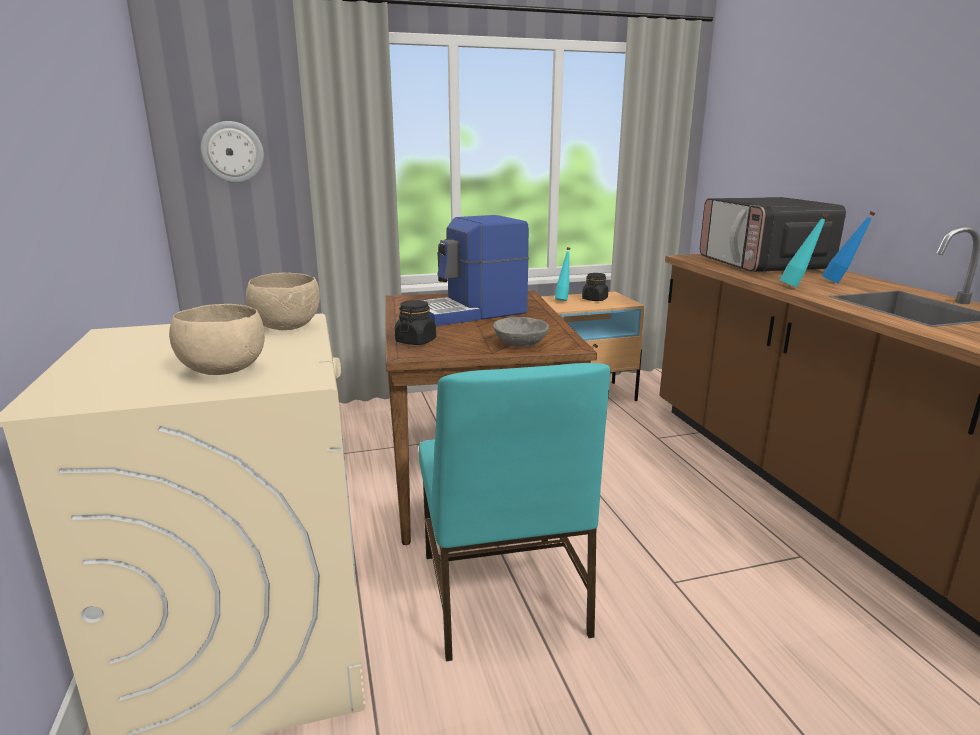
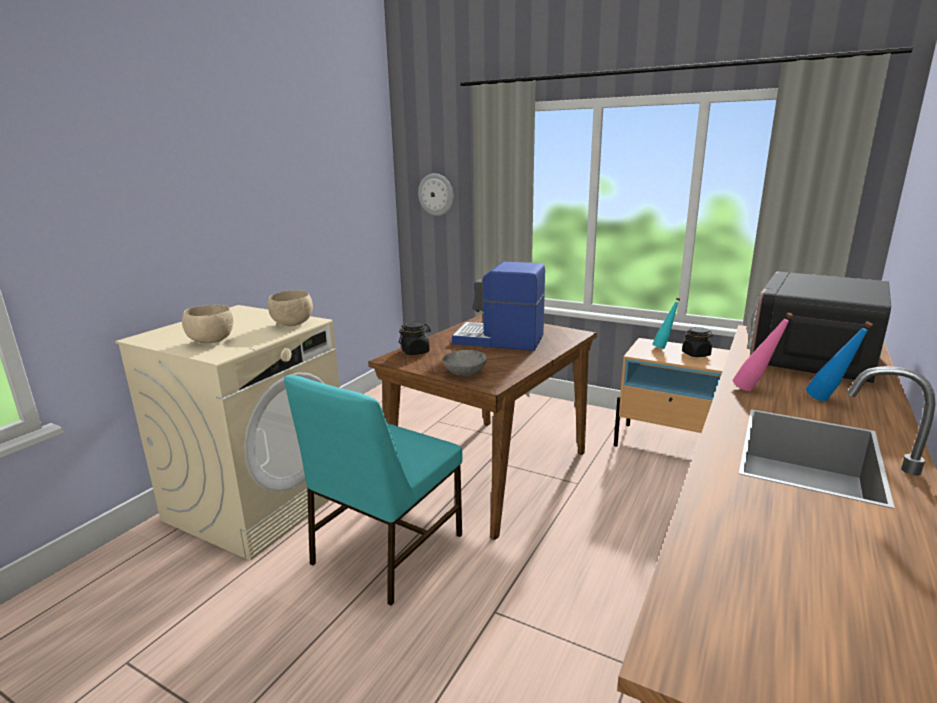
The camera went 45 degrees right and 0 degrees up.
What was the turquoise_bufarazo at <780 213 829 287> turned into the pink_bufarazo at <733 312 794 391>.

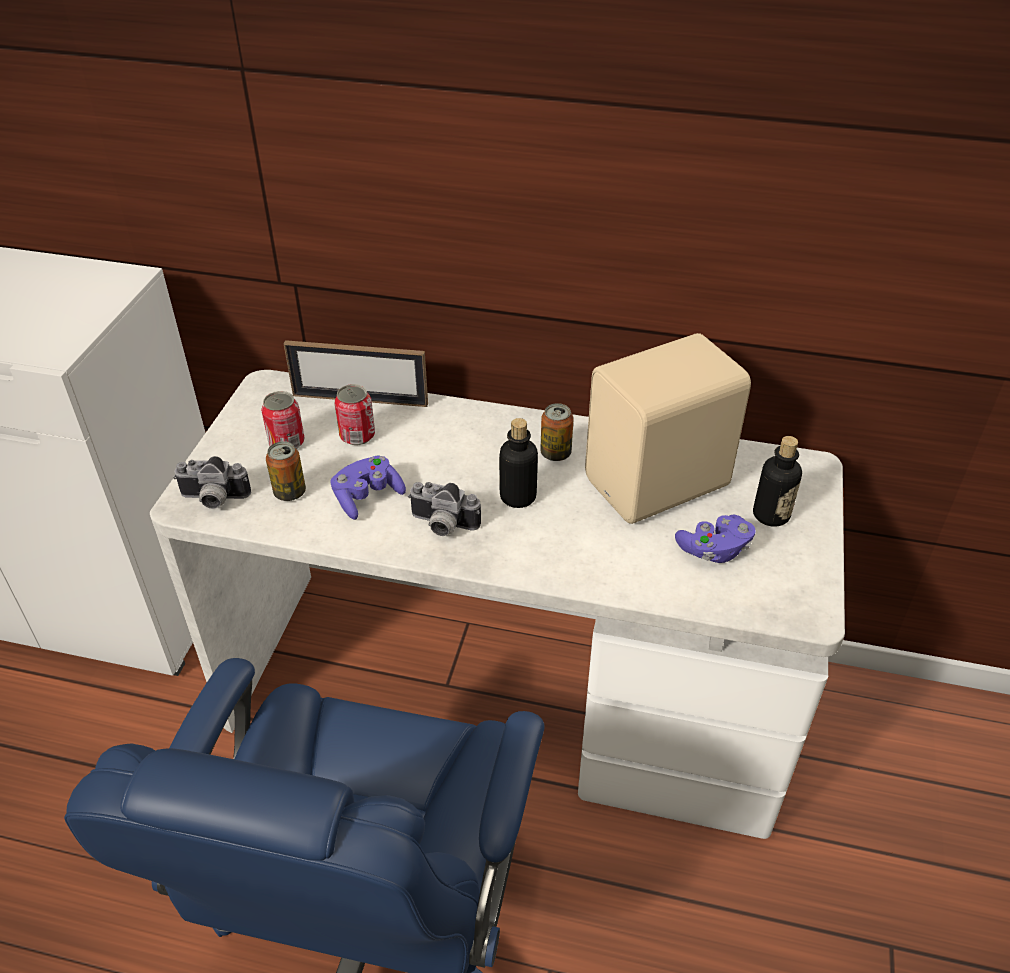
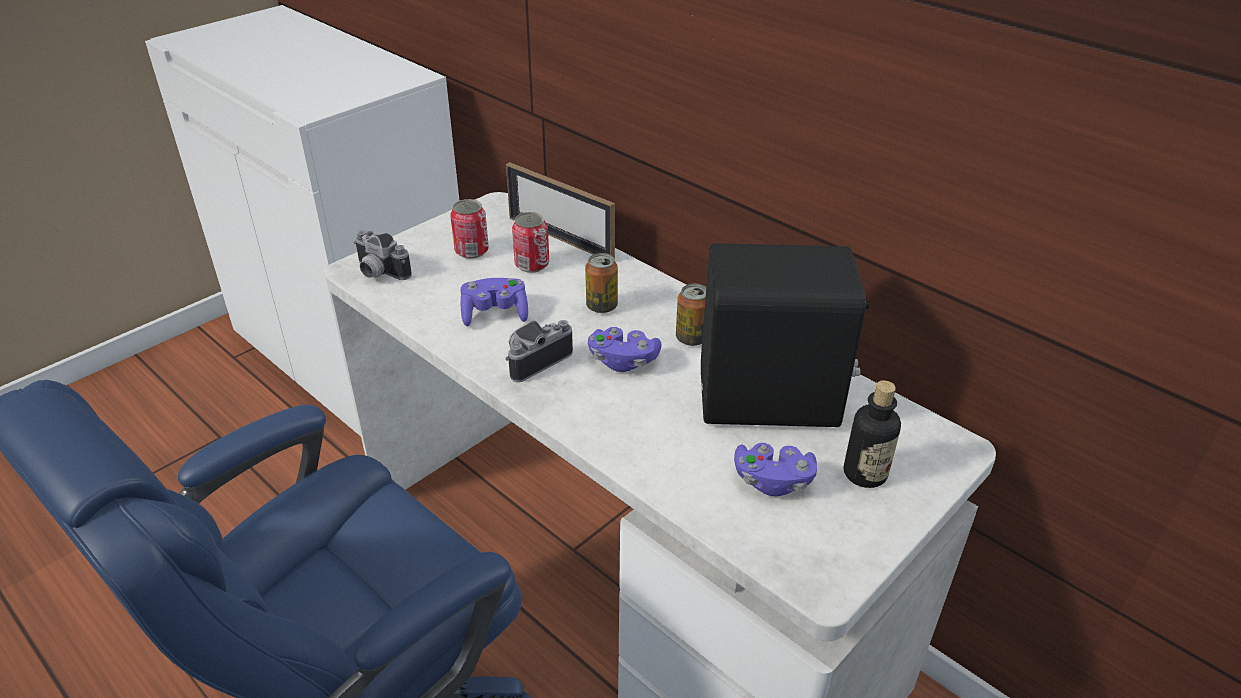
The camera went 30 degrees right and 5 degrees down.
The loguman at <408 482 481 536> ended up facing another way, 90 degrees clockwise from before.
The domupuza ended up elsewhere, having gone from <266 441 306 501> to <585 253 618 313>.
Where the bufarazo stood at <499 418 538 508>, the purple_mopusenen came to stand at <588 327 661 372>.
What was the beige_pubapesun at <585 333 751 524> turned into the black_pubapesun at <701 243 869 427>.

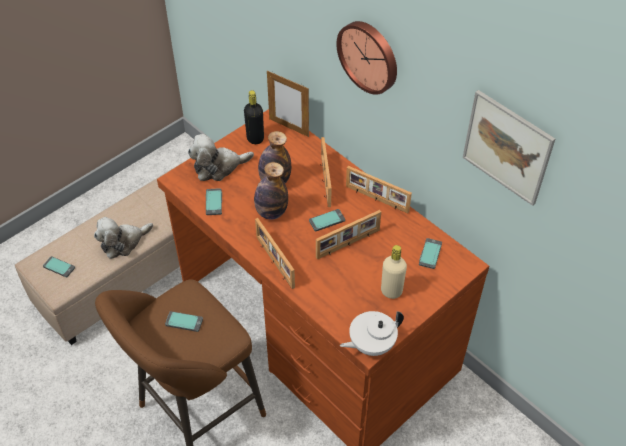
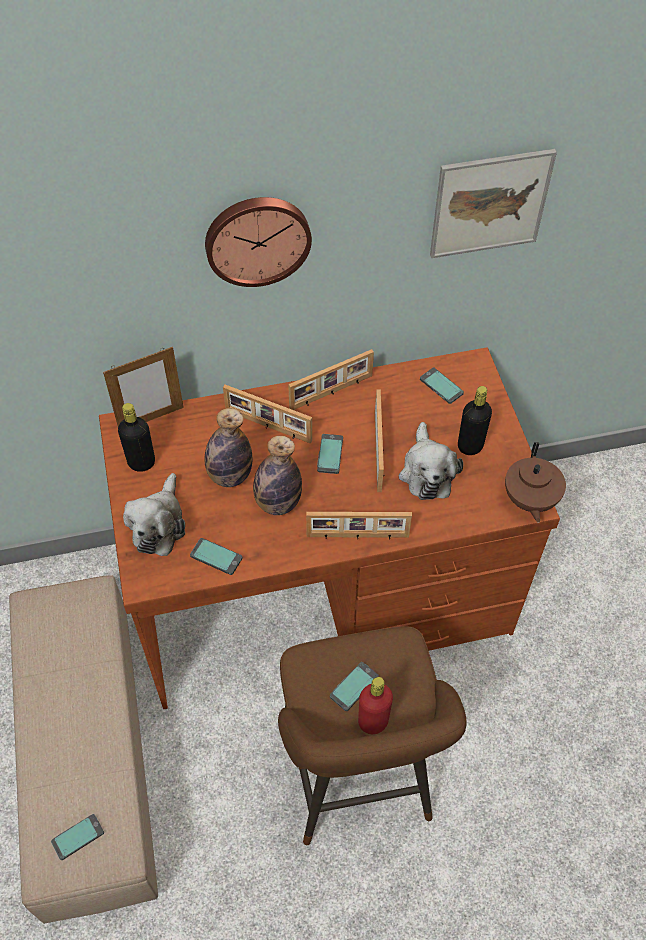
The camera went 60 degrees left and 5 degrees up.
The second view gained the red_bufarazo at <358 677 393 734>.
The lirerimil ended up elsewhere, having gone from <94 217 153 259> to <399 422 463 500>.
What was the beige_bufarazo at <381 245 407 299> turned into the black_bufarazo at <458 386 492 455>.
What was the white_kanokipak at <340 311 404 356> turned into the brown_kanokipak at <505 442 566 523>.

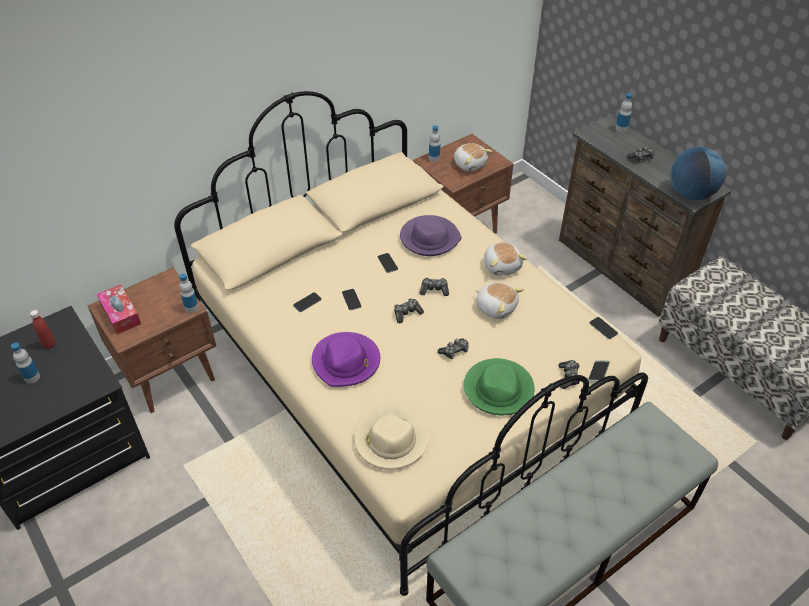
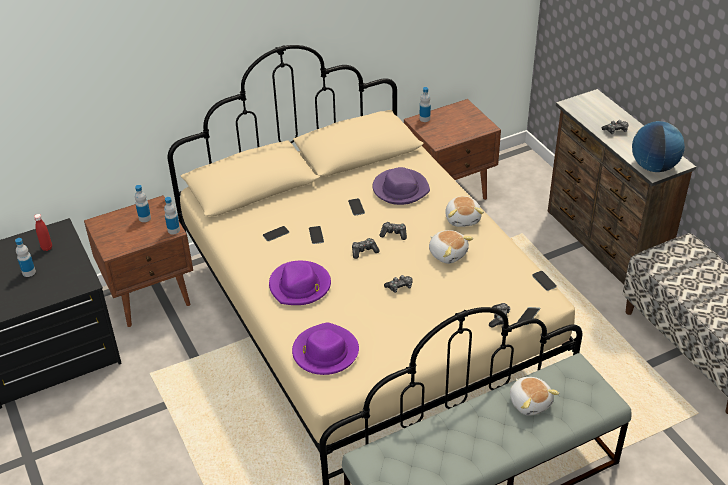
The camera went 10 degrees right and 5 degrees down.
The bufarazo ended up elsewhere, having gone from <615 93 632 132> to <135 185 151 222>.
What was the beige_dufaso at <354 404 429 470> turned into the purple_dufaso at <292 322 359 375>.
The lirerimil ended up elsewhere, having gone from <454 143 492 172> to <510 377 559 416>.
The second view lost the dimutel at <97 284 141 334>.
The second view lost the green_dufaso at <464 358 535 415>.

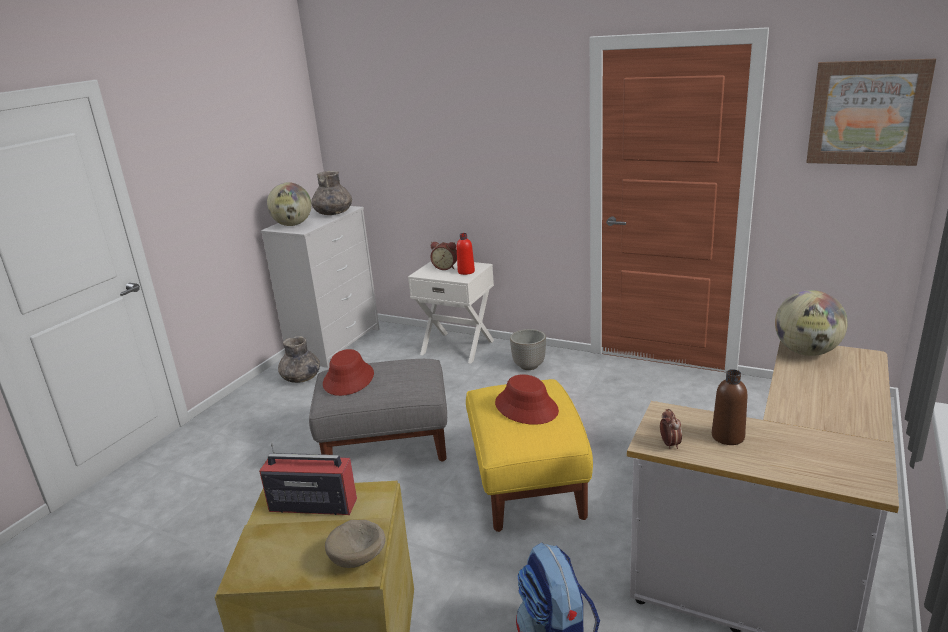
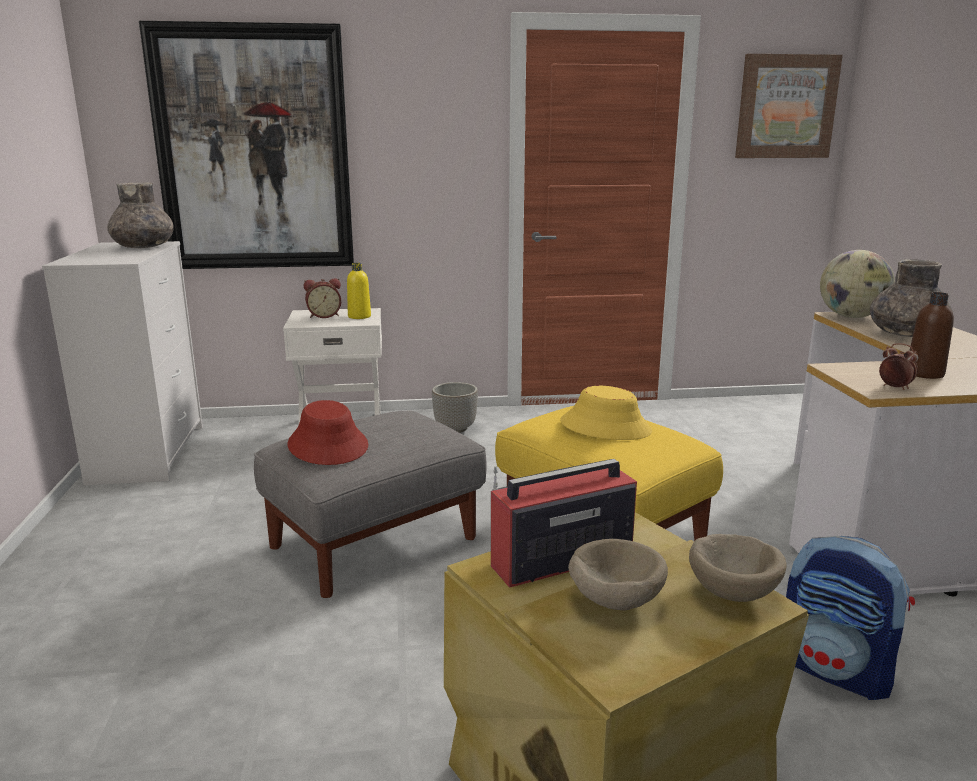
The camera went 35 degrees left and 5 degrees down.
The second view gained the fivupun at <139 21 354 269>.
What was the red_bufarazo at <457 233 475 275> turned into the yellow_bufarazo at <347 263 371 319>.
What was the red_dufaso at <495 374 559 425> turned into the yellow_dufaso at <560 386 652 440>.
The second view gained the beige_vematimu at <568 539 668 611>.
The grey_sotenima ended up elsewhere, having gone from <278 336 320 383> to <870 259 953 337>.
The second view lost the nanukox at <267 182 311 226>.

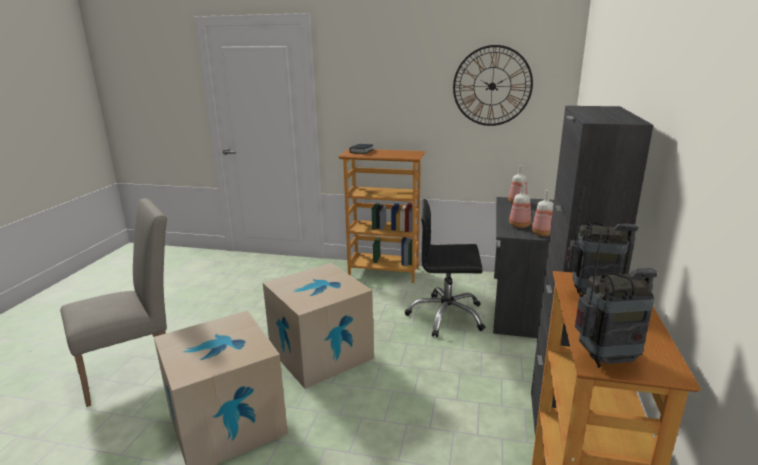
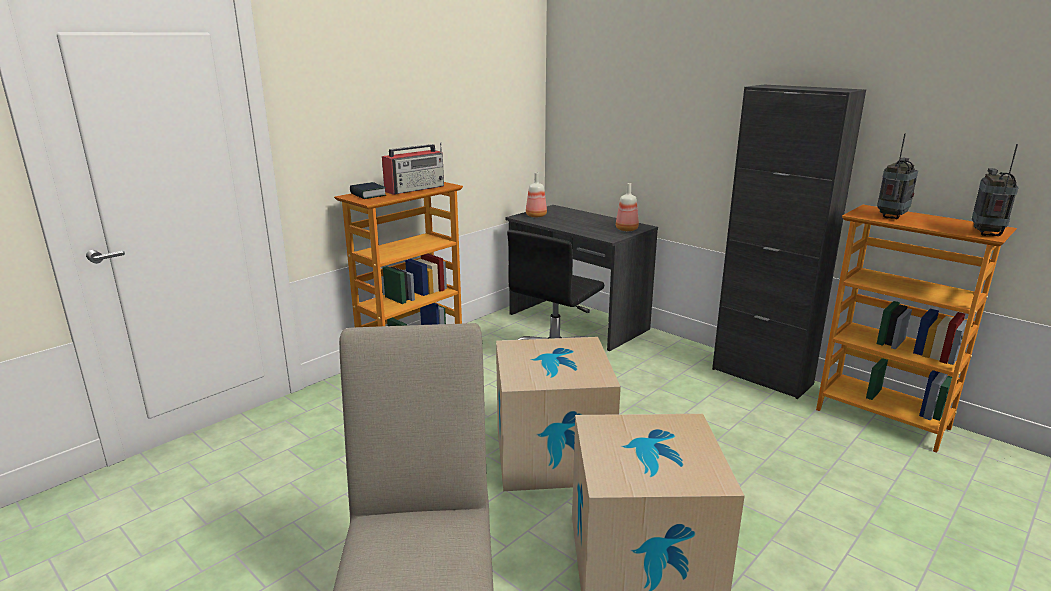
The camera went 60 degrees left and 0 degrees up.
The second view gained the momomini at <382 142 444 195>.
The second view lost the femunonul at <453 45 533 126>.
The second view lost the bufarazo at <509 184 531 228>.

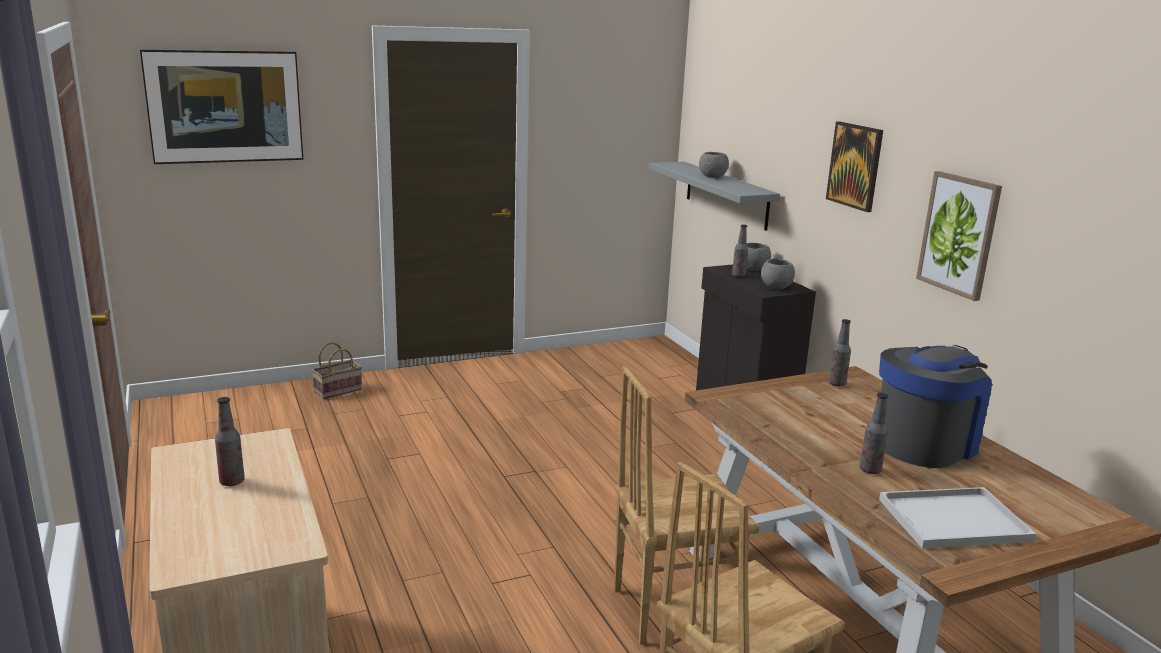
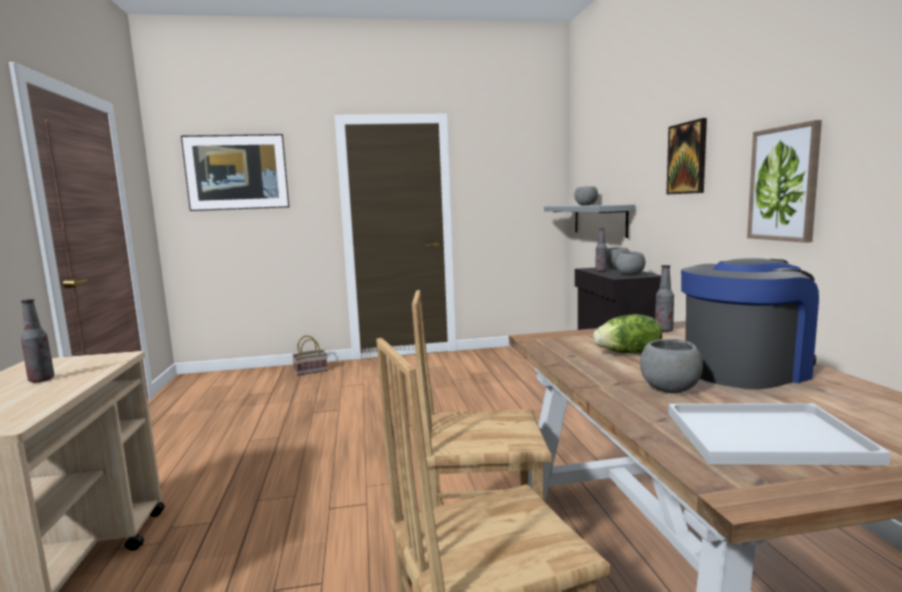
The camera went 15 degrees right and 10 degrees down.
The second view gained the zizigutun at <593 314 662 354>.
Where the bufarazo stood at <859 393 888 474>, the grey_vematimu came to stand at <640 339 703 394>.

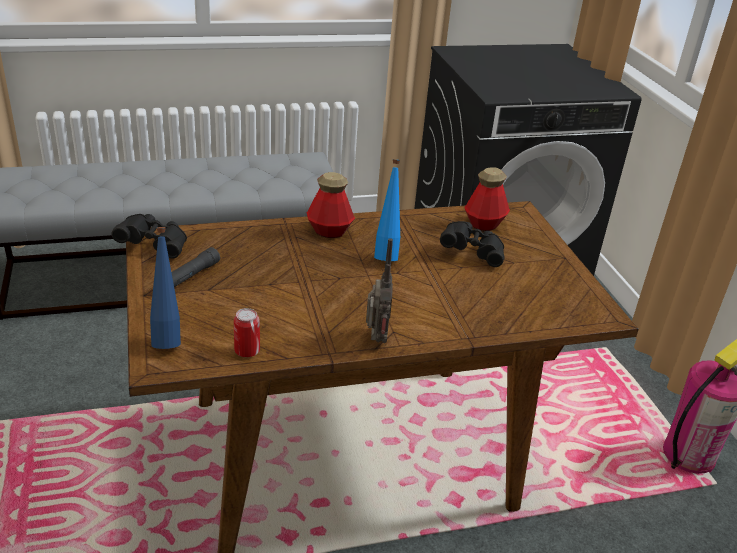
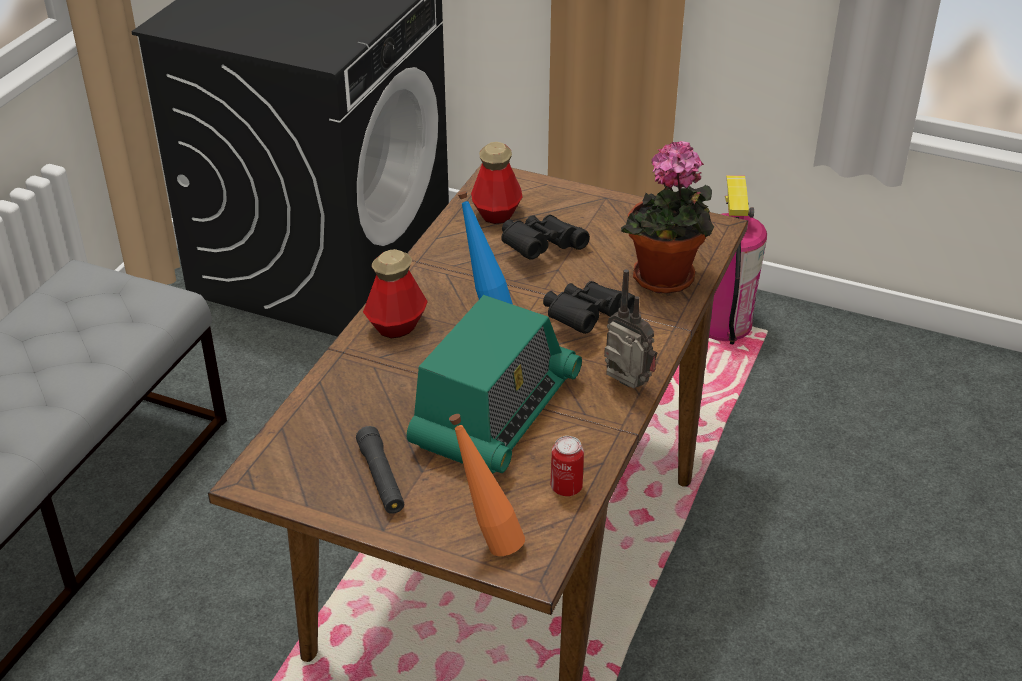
The camera went 50 degrees left and 5 degrees up.
The second view gained the momomini at <407 295 582 474>.
What was the blue_bufarazo at <150 227 181 349> turned into the orange_bufarazo at <449 414 525 556>.
The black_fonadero ended up elsewhere, having gone from <112 214 187 259> to <543 281 635 334>.
The second view gained the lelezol at <621 141 714 293>.

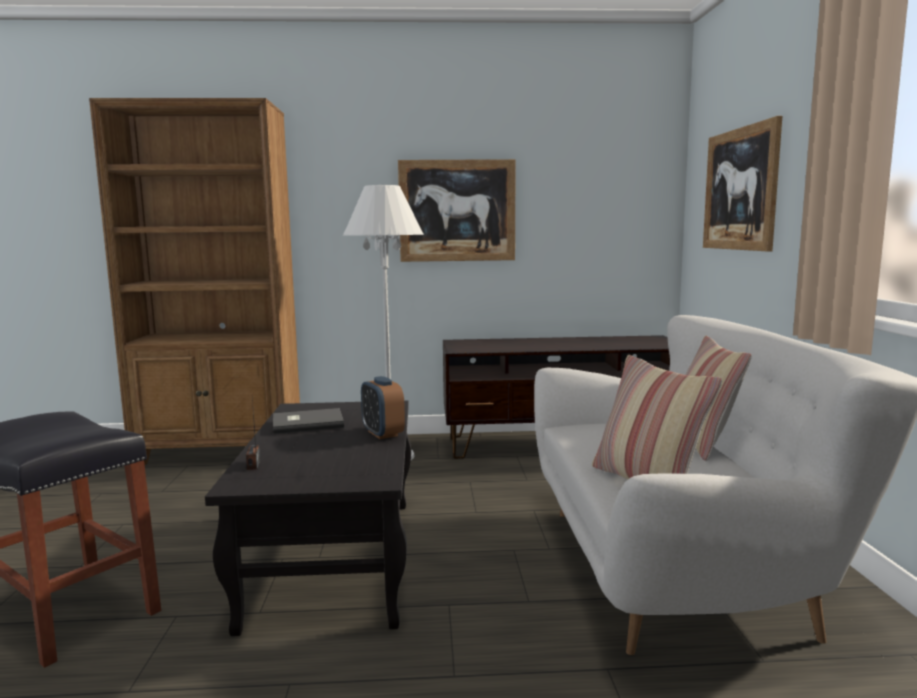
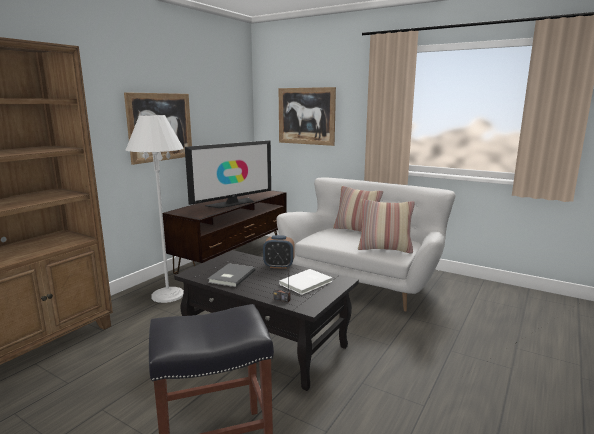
The camera went 55 degrees left and 5 degrees up.
The second view gained the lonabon at <185 140 271 208>.
The second view gained the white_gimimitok at <279 269 332 295>.

